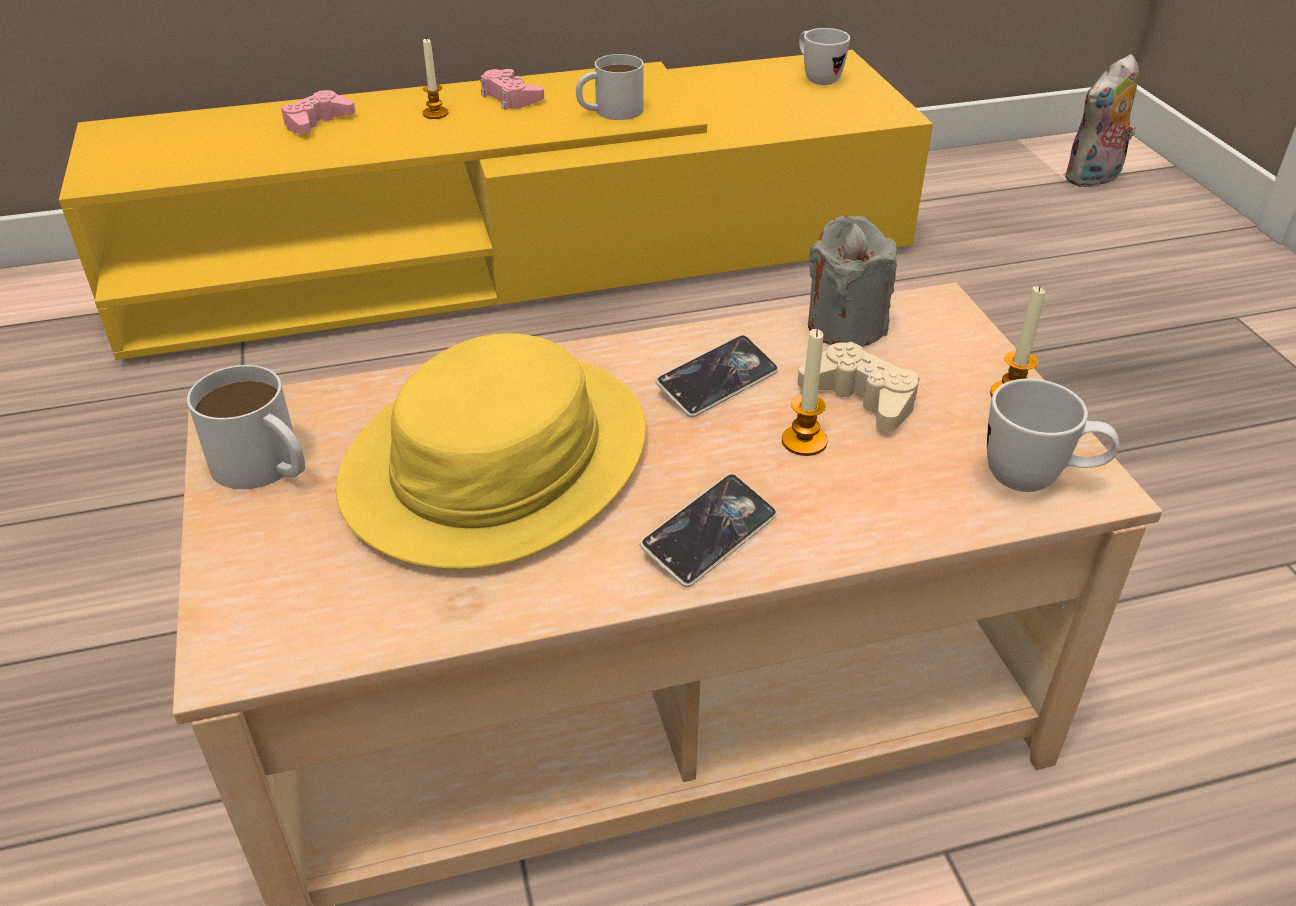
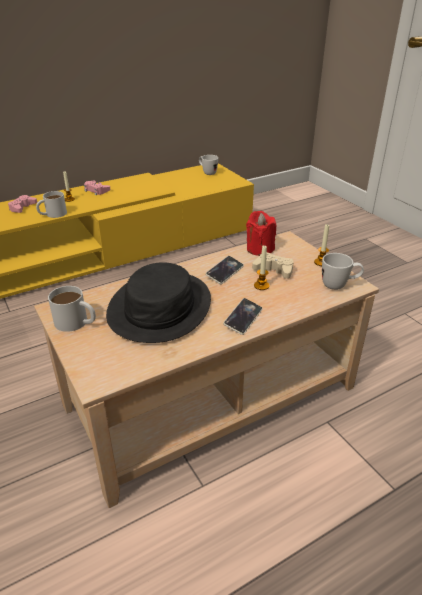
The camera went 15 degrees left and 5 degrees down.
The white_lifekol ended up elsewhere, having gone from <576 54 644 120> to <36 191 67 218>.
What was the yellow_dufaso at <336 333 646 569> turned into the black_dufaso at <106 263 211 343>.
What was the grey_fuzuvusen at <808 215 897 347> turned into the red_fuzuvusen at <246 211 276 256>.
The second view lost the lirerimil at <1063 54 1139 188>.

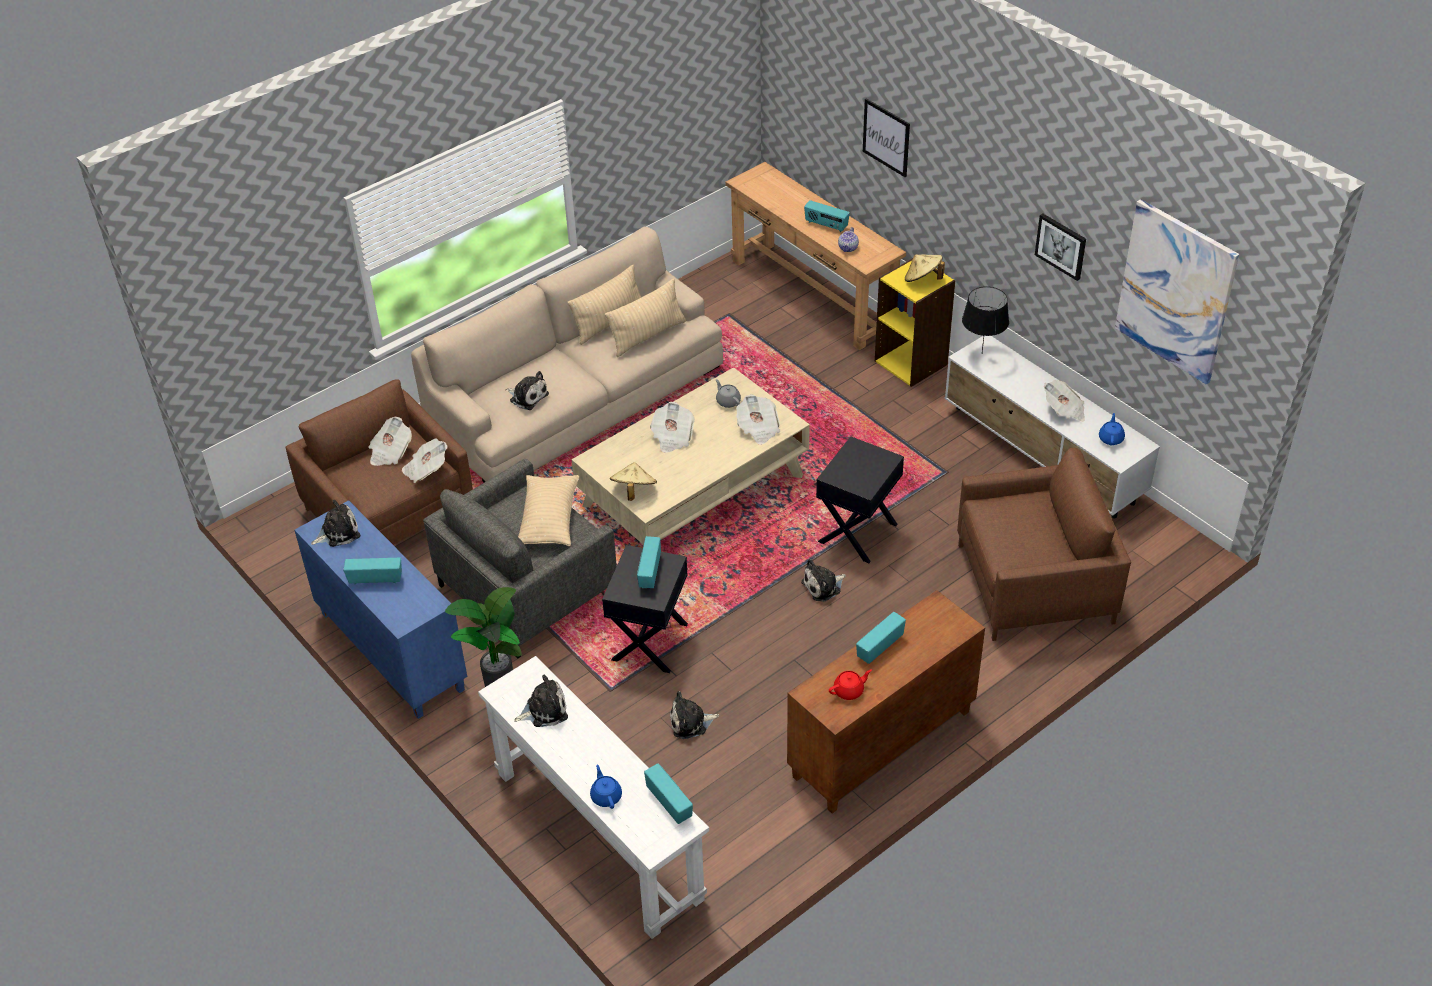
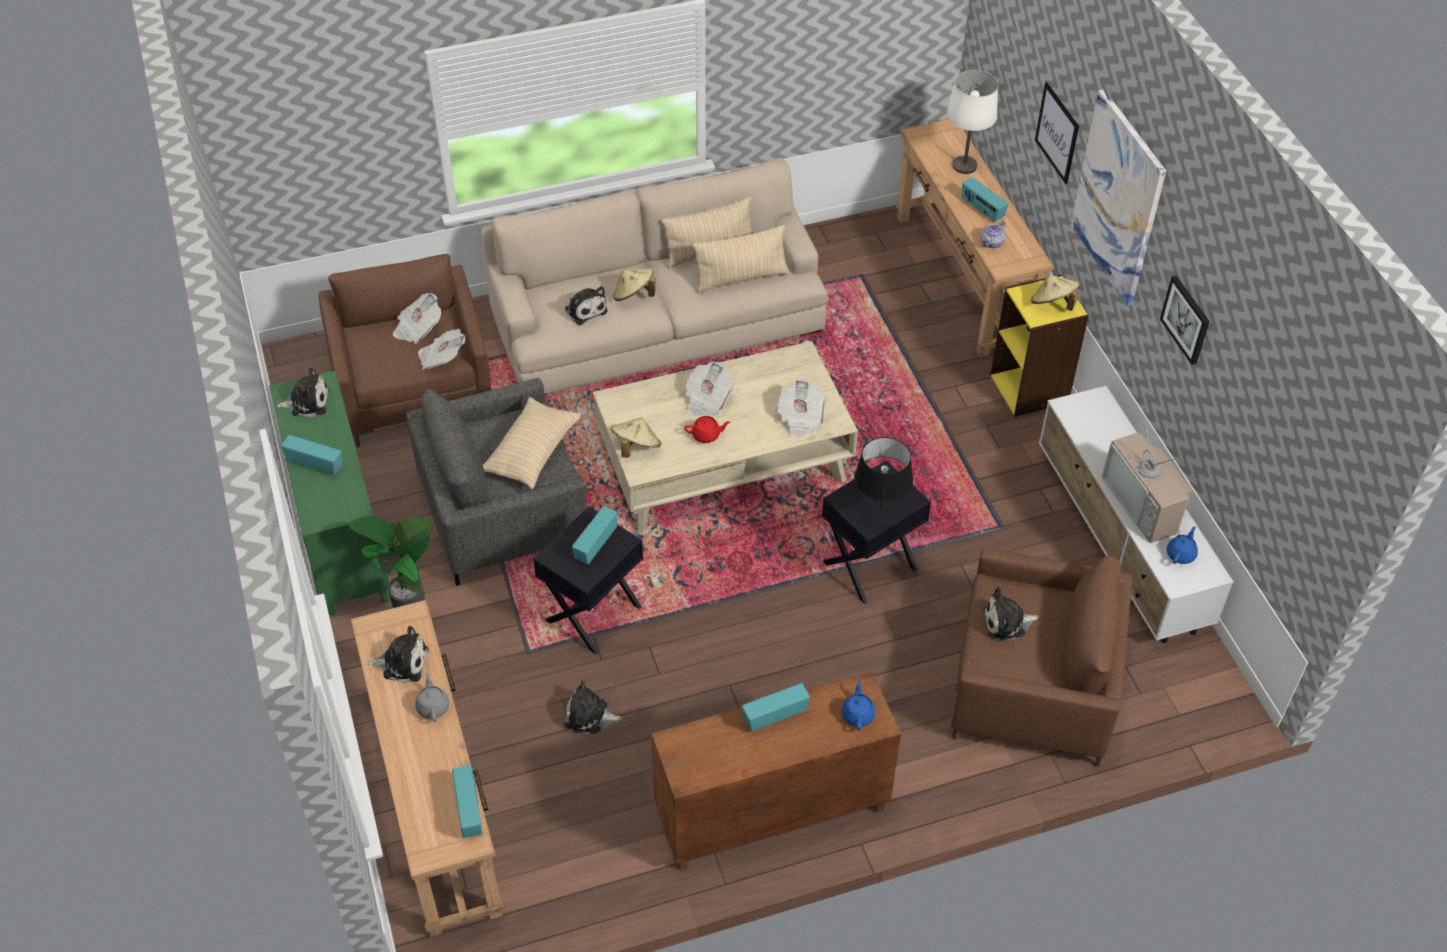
The camera went 20 degrees right and 5 degrees up.
What was the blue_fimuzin at <295 500 467 719> turned into the green_fimuzin at <269 371 389 616>.
What was the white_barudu at <478 656 709 939> turned into the brown_barudu at <351 600 504 937>.
The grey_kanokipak ended up elsewhere, having gone from <716 379 741 408> to <415 673 449 722>.
The second view gained the beige_dufaso at <613 268 656 301>.
The red_kanokipak ended up elsewhere, having gone from <829 669 872 700> to <684 416 730 443>.
The blue_kanokipak ended up elsewhere, having gone from <590 765 622 809> to <841 680 876 731>.
The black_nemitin ended up elsewhere, having gone from <962 286 1009 352> to <854 437 913 513>.
The second view gained the white_nemitin at <947 70 998 174>.
The lirerimil ended up elsewhere, having gone from <801 559 846 602> to <983 587 1039 641>.
The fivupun ended up elsewhere, having gone from <1115 199 1239 385> to <1071 89 1166 306>.
Where the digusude stood at <1044 380 1085 421>, the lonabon came to stand at <1102 418 1192 543>.

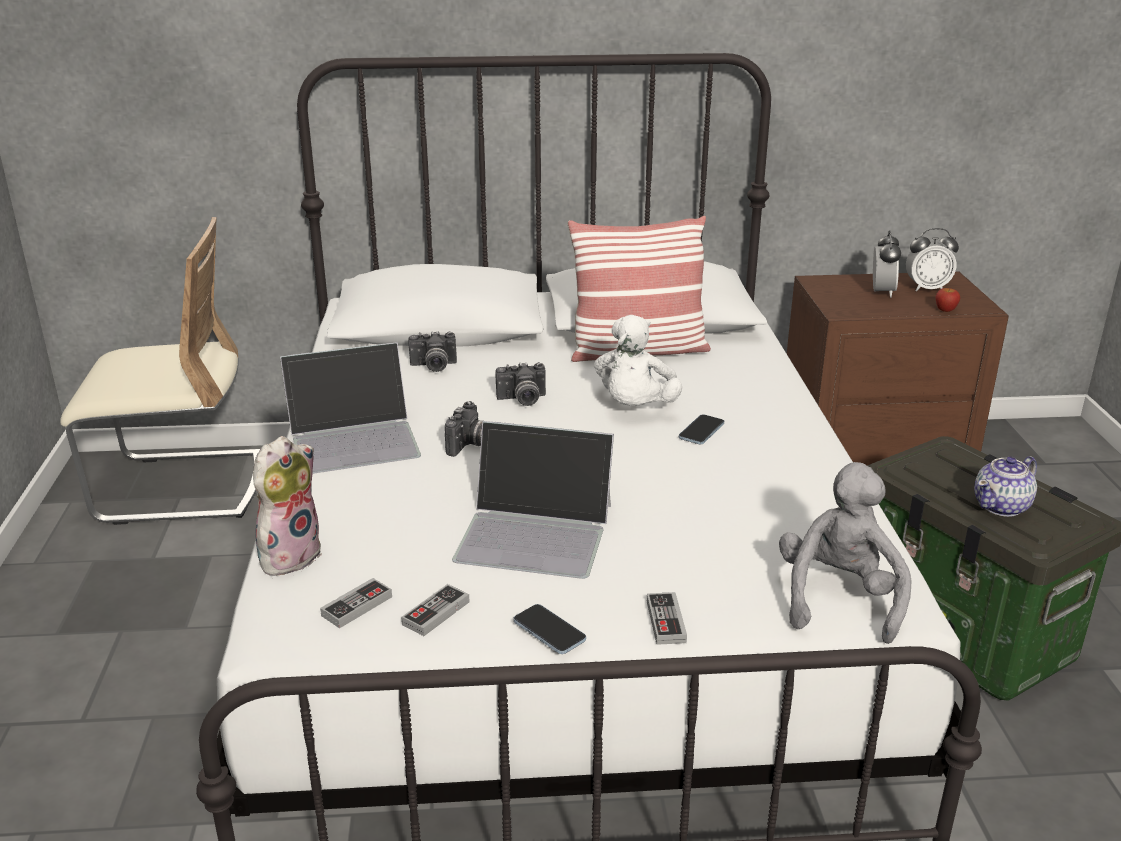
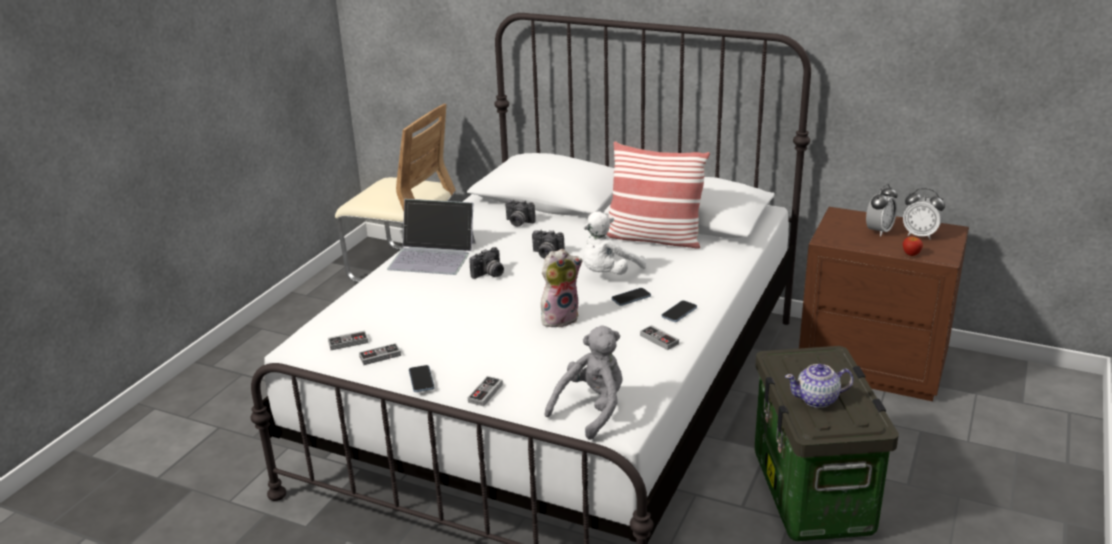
The camera went 30 degrees right and 0 degrees up.
The lirerimil ended up elsewhere, having gone from <253 436 322 576> to <541 249 582 327>.
The second view gained the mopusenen at <640 325 679 350>.
The second view gained the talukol at <662 300 697 322>.
The second view lost the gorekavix at <452 421 614 579>.

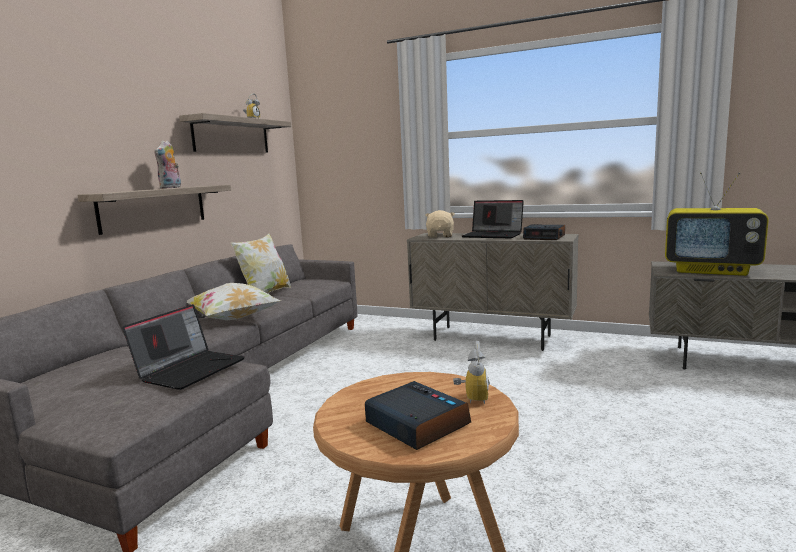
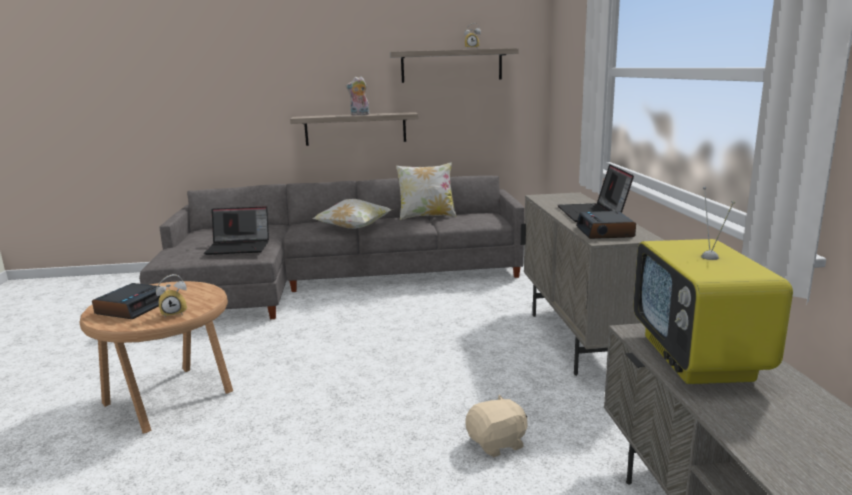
The camera went 60 degrees right and 5 degrees up.
The beige_lirerimil ended up elsewhere, having gone from <425 210 455 238> to <466 395 528 457>.

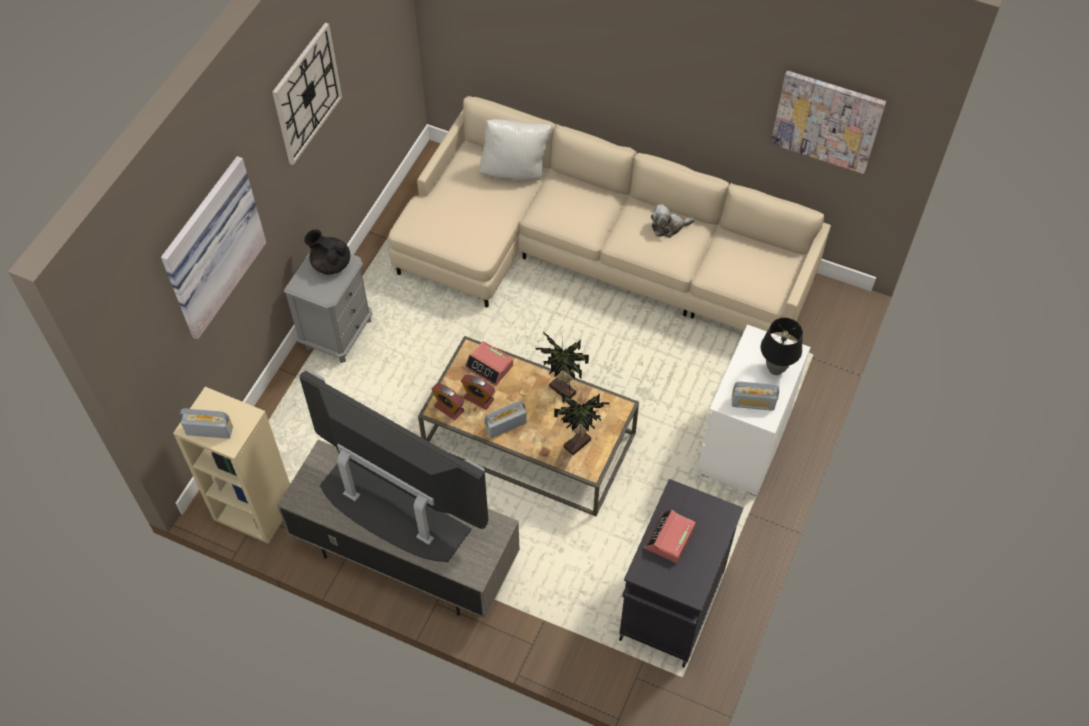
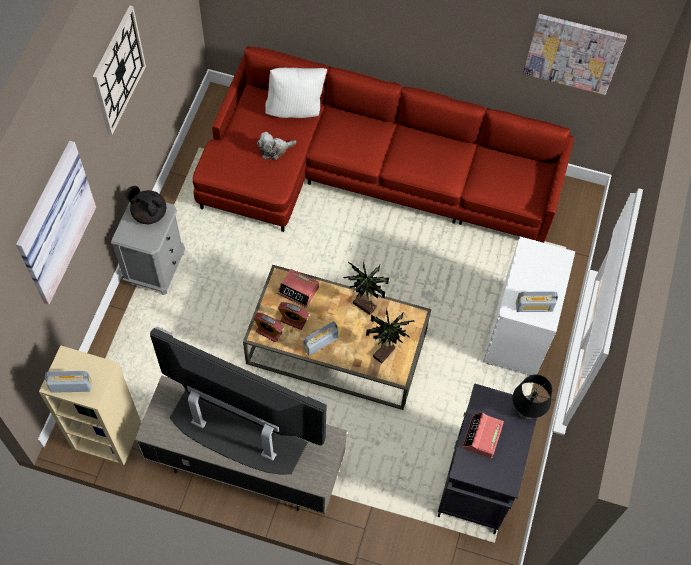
The camera went 10 degrees left and 5 degrees up.
What was the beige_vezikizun at <389 96 831 339> turned into the red_vezikizun at <193 46 574 243>.
The lirerimil ended up elsewhere, having gone from <651 204 695 238> to <257 132 296 160>.
The black_nemitin ended up elsewhere, having gone from <761 318 803 375> to <512 374 552 419>.

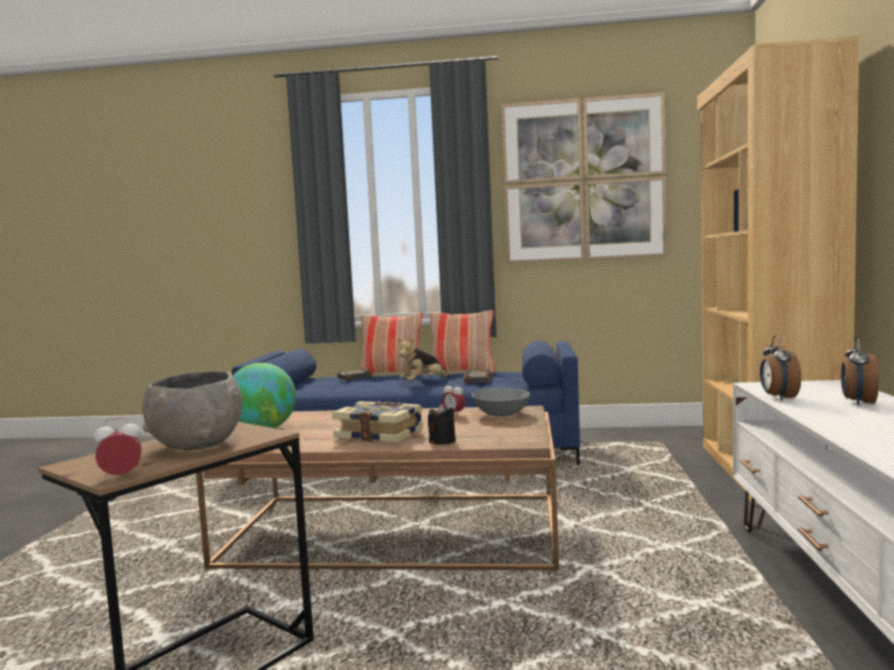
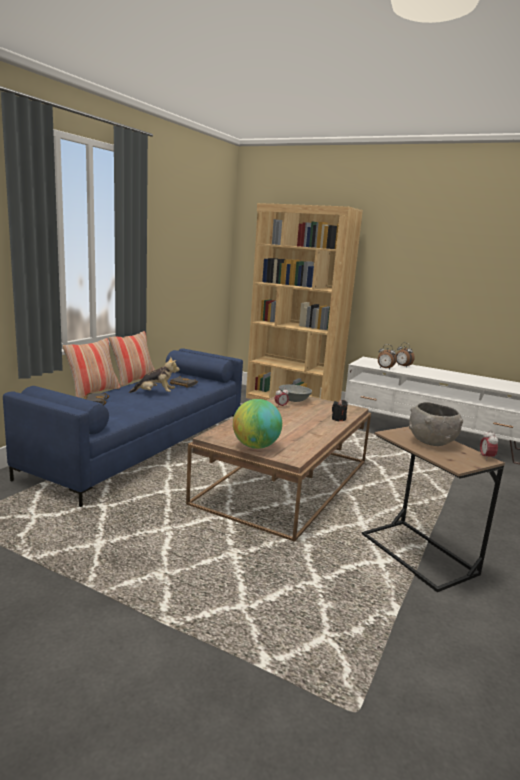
The camera went 70 degrees left and 10 degrees up.
The lirerimil at <398 337 450 381> ended up facing another way, 75 degrees counterclockwise from before.
The second view lost the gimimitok at <332 401 423 443>.
The second view lost the fivupun at <501 92 667 264>.

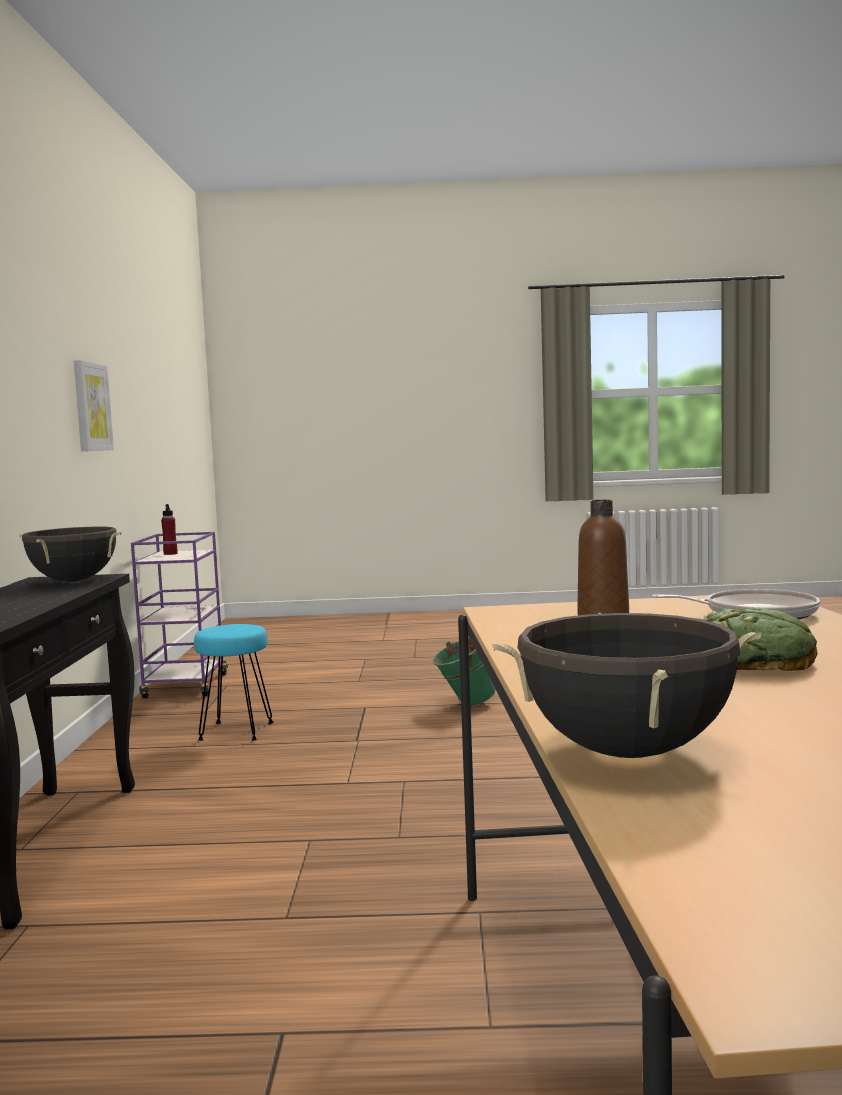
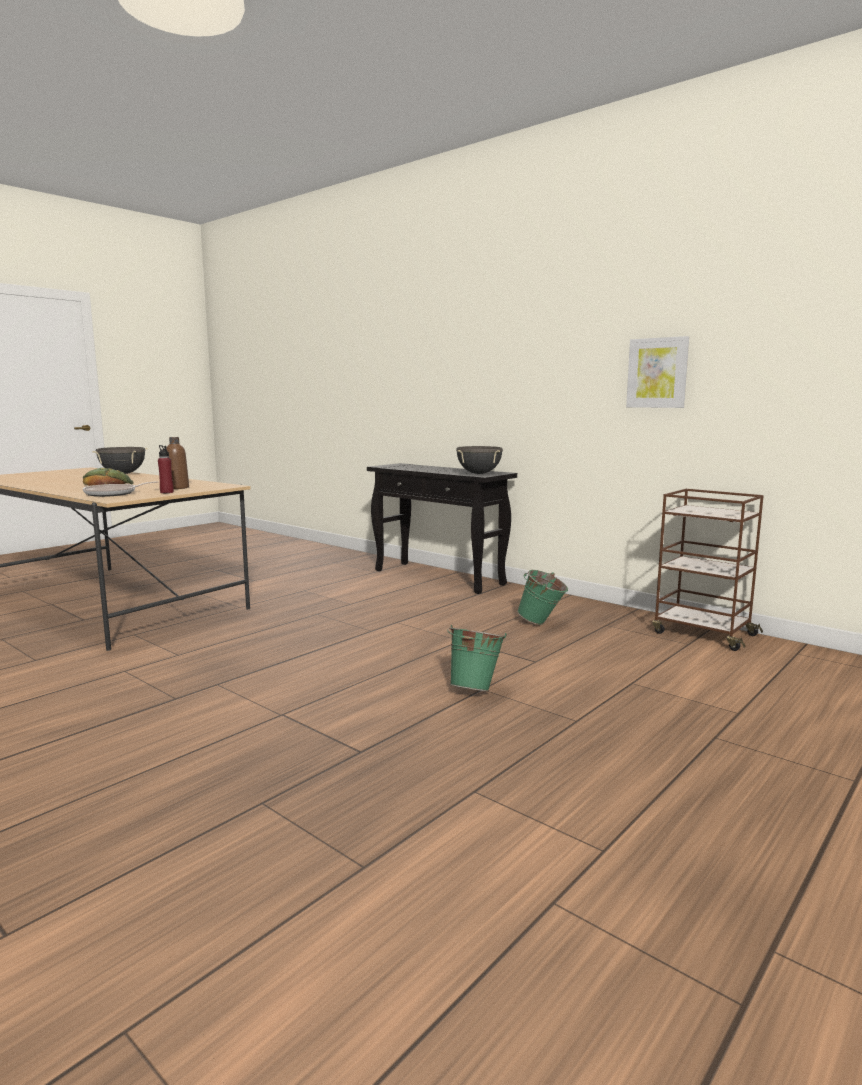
The camera went 130 degrees right and 5 degrees up.
The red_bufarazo ended up elsewhere, having gone from <161 504 178 555> to <158 445 174 493>.
Where the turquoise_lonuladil stood at <194 624 273 741>, the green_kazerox came to stand at <517 570 568 625>.
What was the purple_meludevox at <131 532 228 698> turned into the brown_meludevox at <652 489 764 651>.

